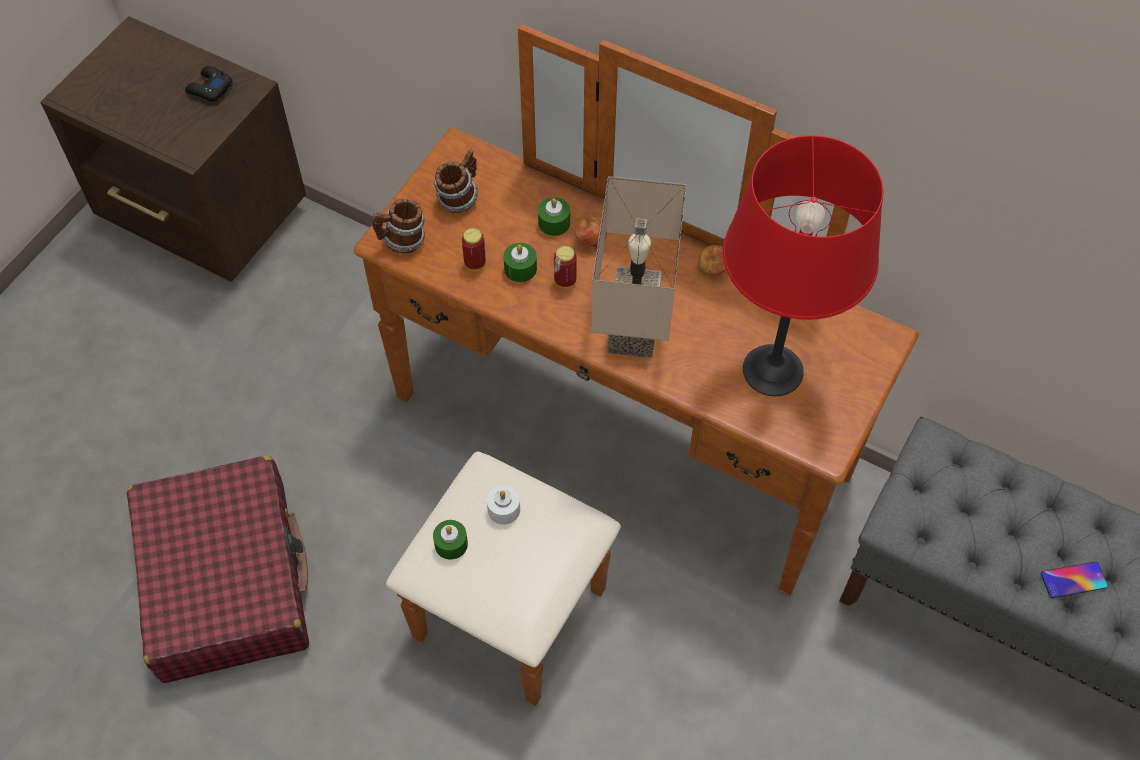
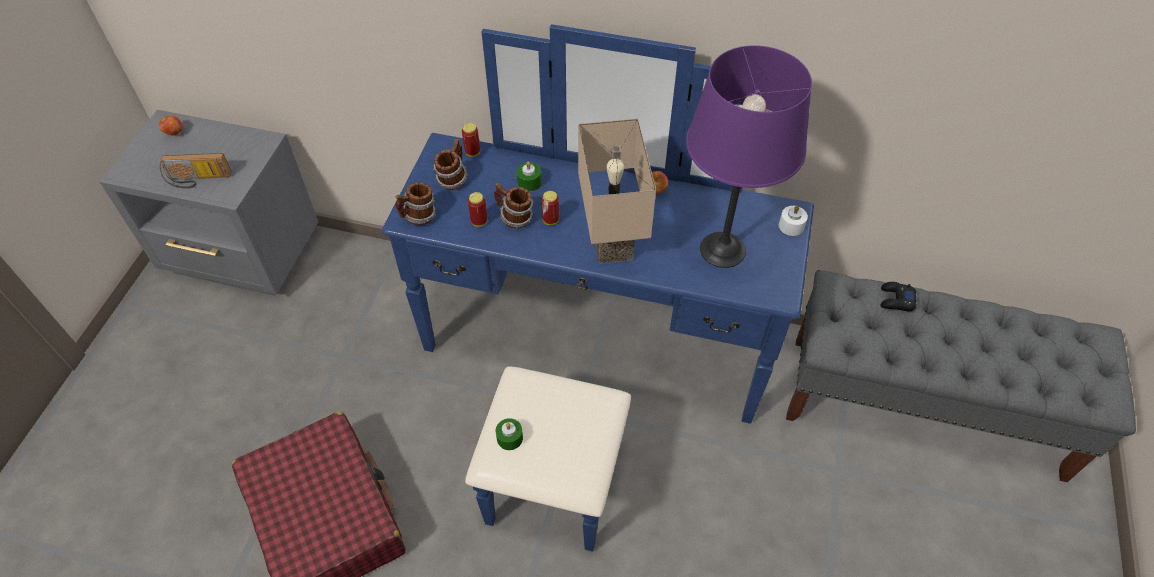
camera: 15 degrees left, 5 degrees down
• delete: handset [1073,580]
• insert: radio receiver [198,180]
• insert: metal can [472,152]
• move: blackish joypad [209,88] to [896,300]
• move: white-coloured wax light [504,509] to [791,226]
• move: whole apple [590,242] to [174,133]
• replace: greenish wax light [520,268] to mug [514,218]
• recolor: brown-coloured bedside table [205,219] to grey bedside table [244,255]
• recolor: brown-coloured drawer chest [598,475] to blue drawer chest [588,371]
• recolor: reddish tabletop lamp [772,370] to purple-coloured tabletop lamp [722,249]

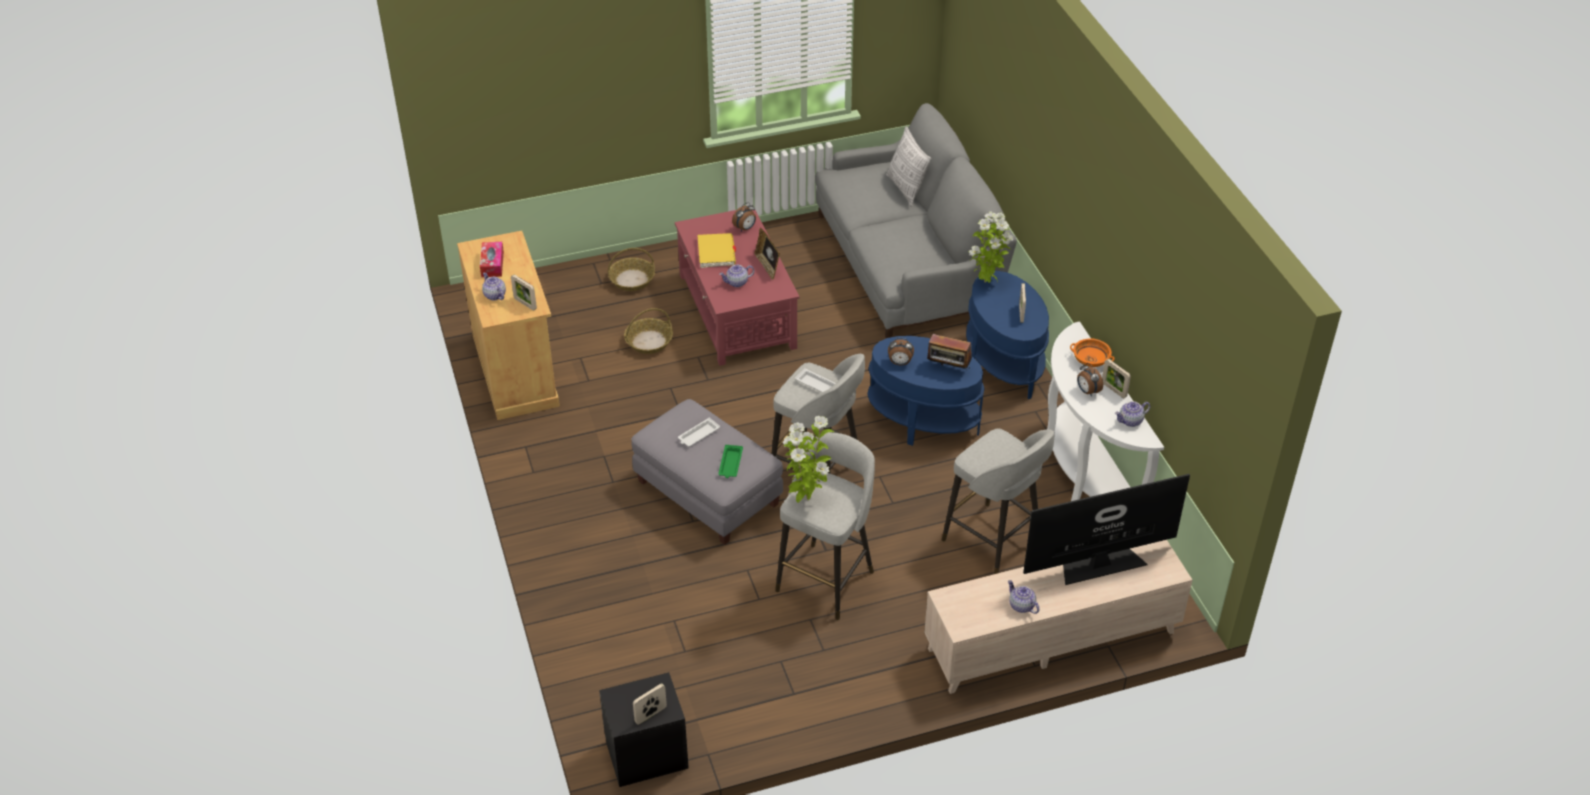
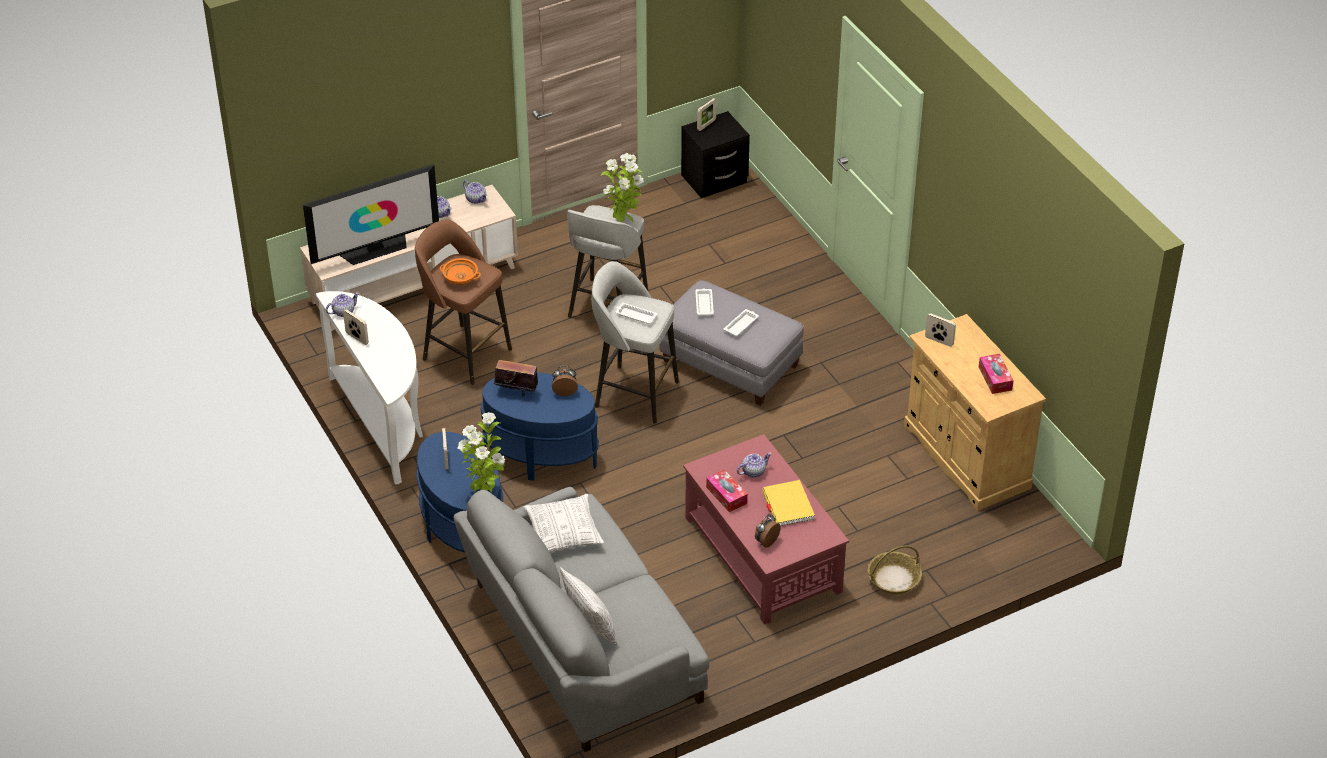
camera: 170 degrees right, 0 degrees up
• delete: household basket [649,341]
• delete: alarm clock [1087,391]
• insert: throw pillow [563,533]
• move: pot for tea [494,295] to [476,199]
• move: orangey bowl [1091,360] to [460,278]
• replace: standing frame [767,266] to box of tissues [726,495]
• recolor: greenish tray [730,464] to white-coloured tray [704,304]
• recolor: grey stool seat [993,542] to brown-coloured stool seat [465,353]

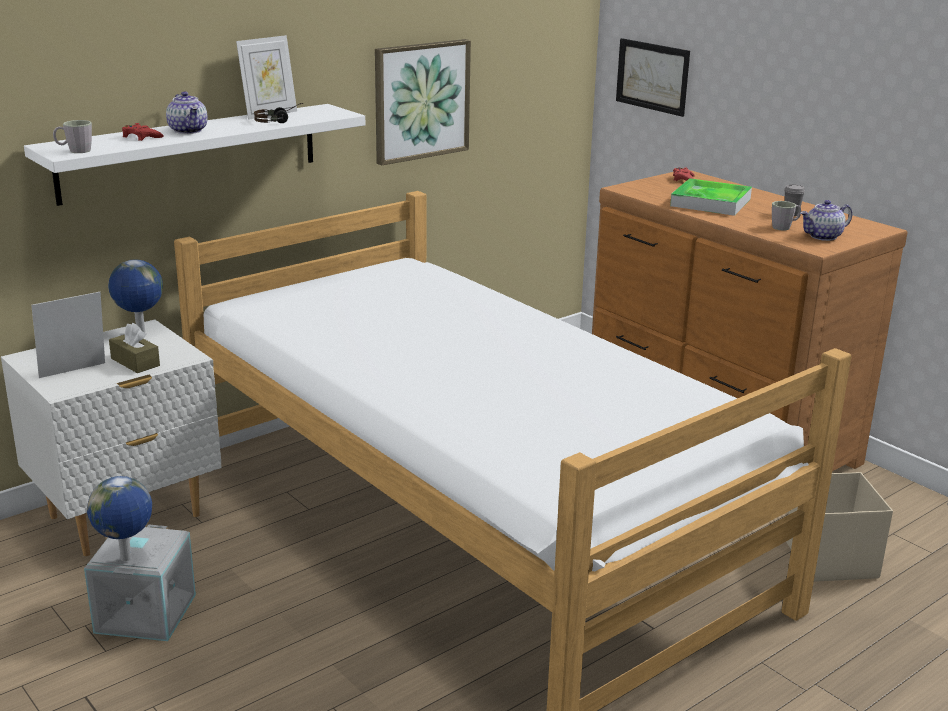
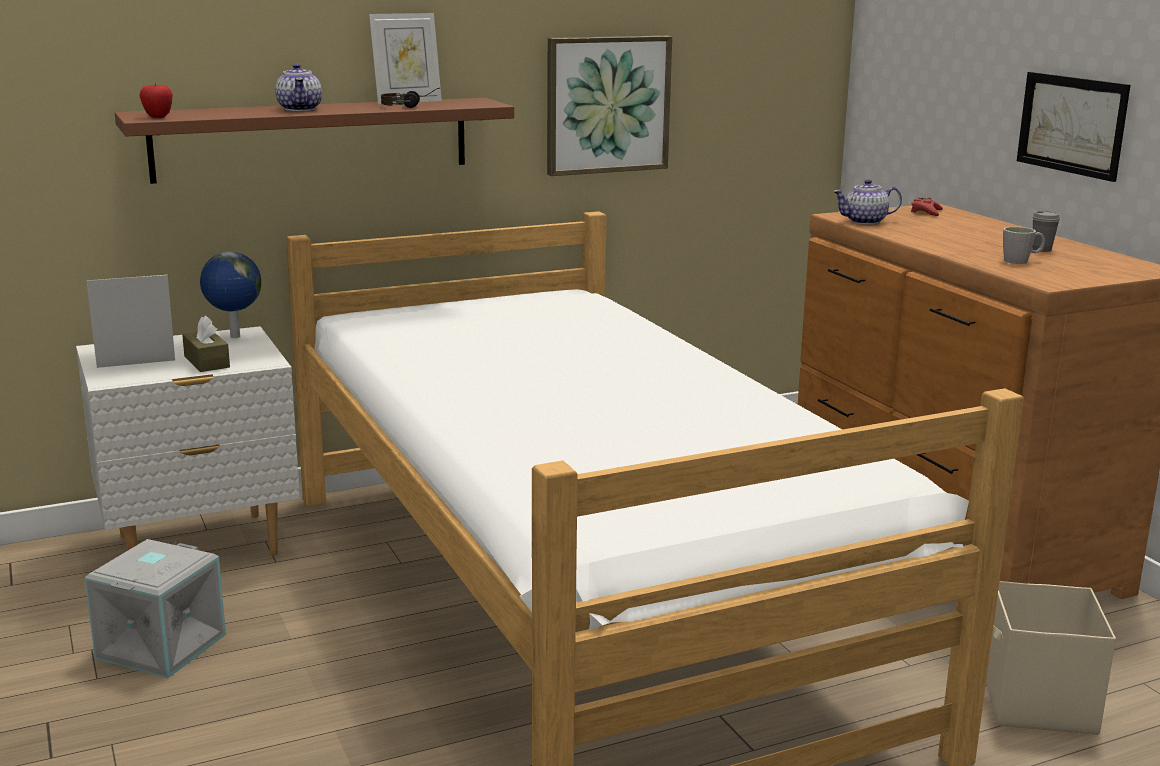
camera: 15 degrees right, 5 degrees down
• delete: globe [127,558]
• delete: reddish joypad [141,137]
• delete: tray [710,202]
• move: picture [652,76] to [1071,124]
• move: pot for tea [823,236] to [865,221]
• replace: grey mug [75,151] to whole apple [158,117]
• recolor: white-coloured shelf [190,152] to brown-coloured shelf [312,139]

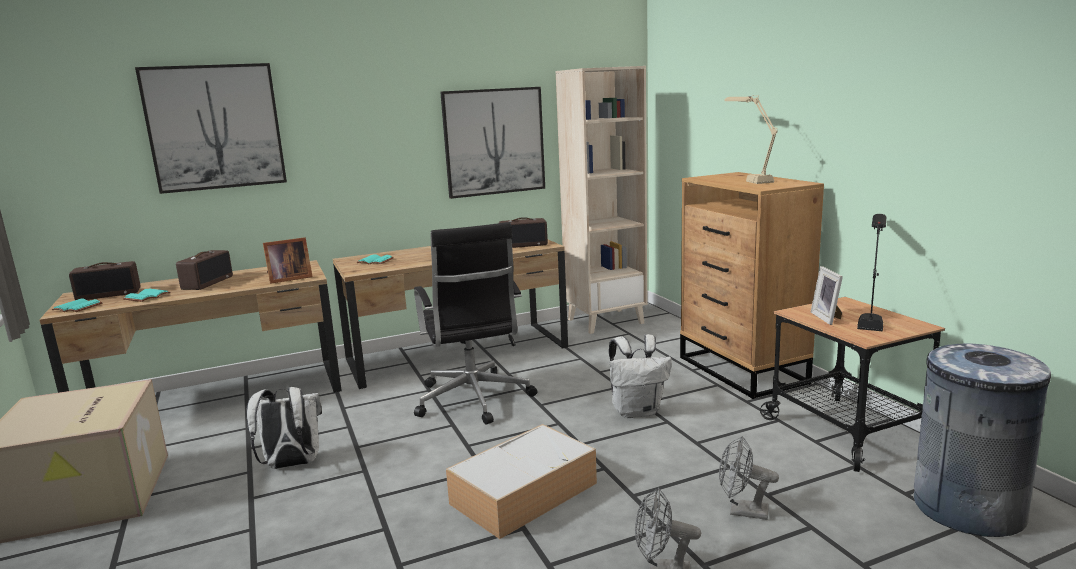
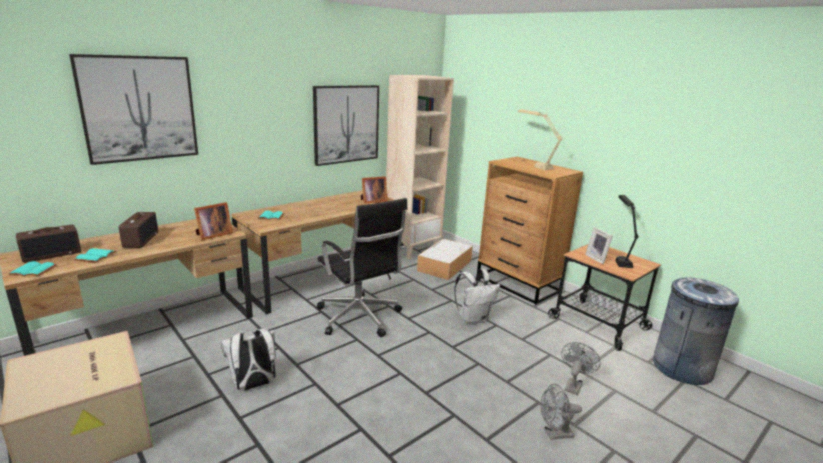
camera: 20 degrees left, 5 degrees up
• move: storage bin [525,492] to [445,265]
• replace: radio receiver [524,244] to standing frame [372,201]
• rotate: grey electric fan [742,511] = [574,385] 120 degrees clockwise

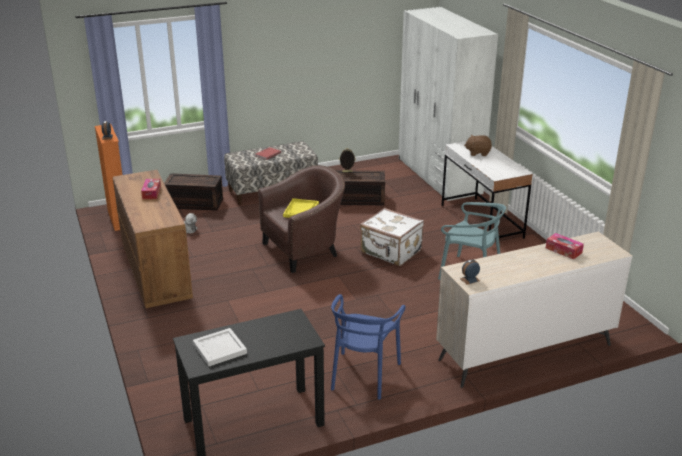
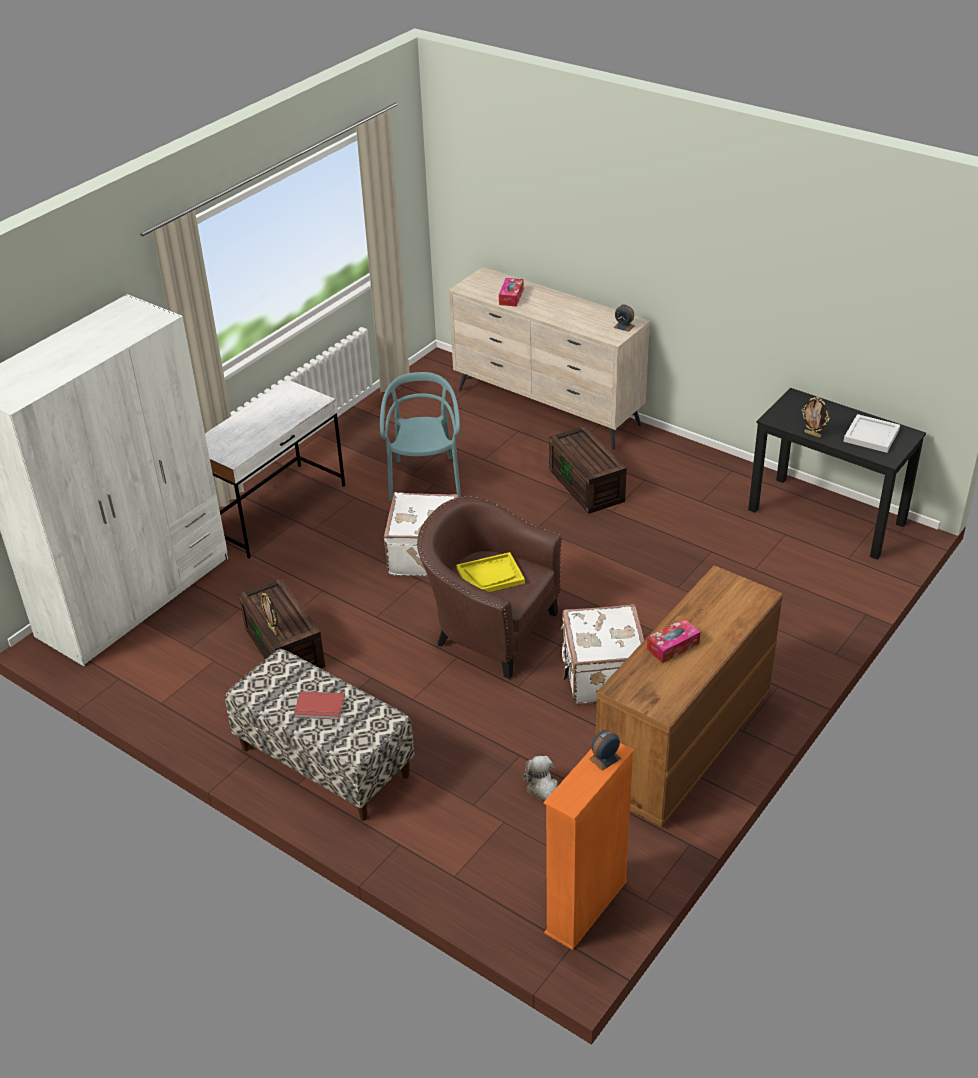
camera: 120 degrees left, 10 degrees up
• delete: blue chair [363,375]
• delete: brown-coloured cuddly toy [478,153]
• insert: white-coloured suitcase [602,675]
• insert: standing frame [813,434]
• move: brown-coloured storage bin [193,203] to [588,486]

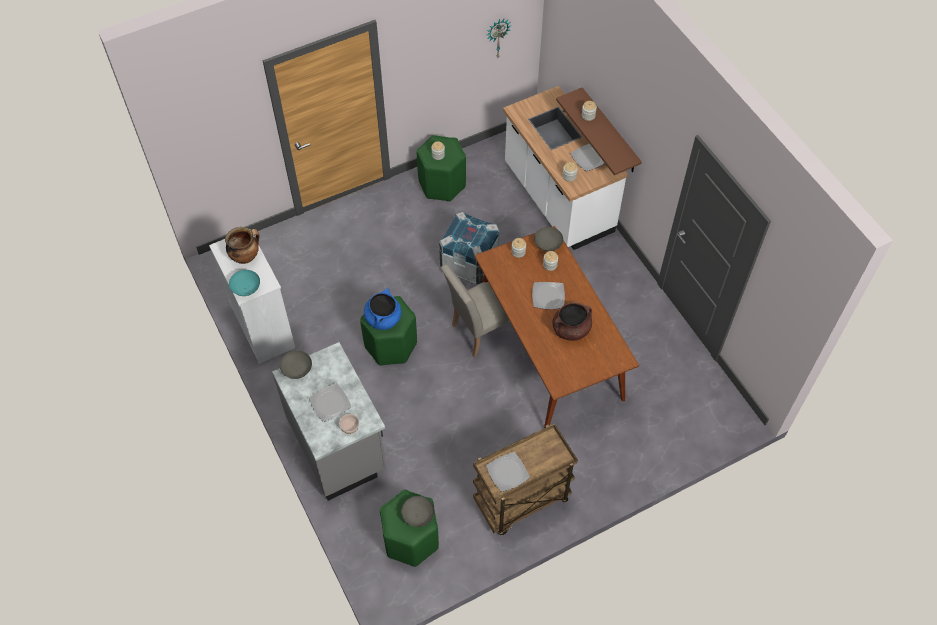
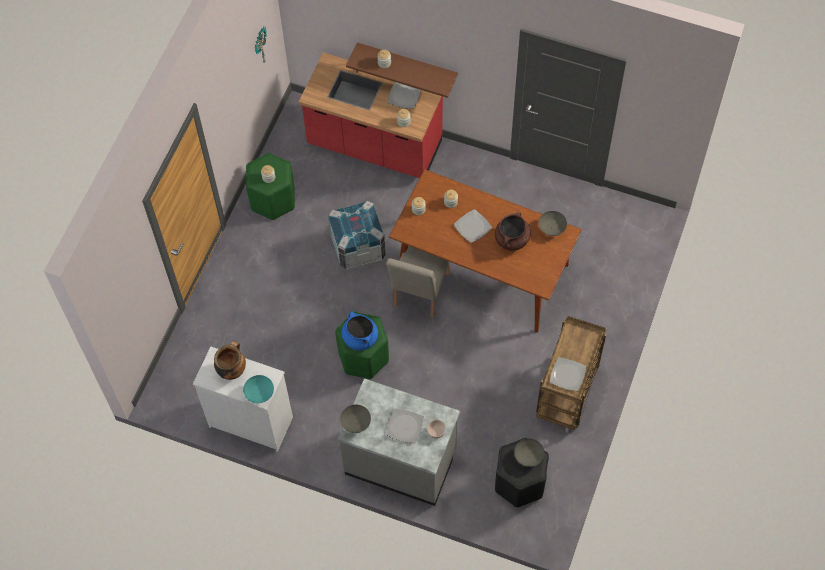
camera: 40 degrees left, 5 degrees up
• move: grey bowl [548,244] to [551,228]
• recolor: greenish stool seat [410,539] to blackish stool seat [519,482]
• recolor: white-coloured kitchen counter [557,199] to reddish kitchen counter [374,145]

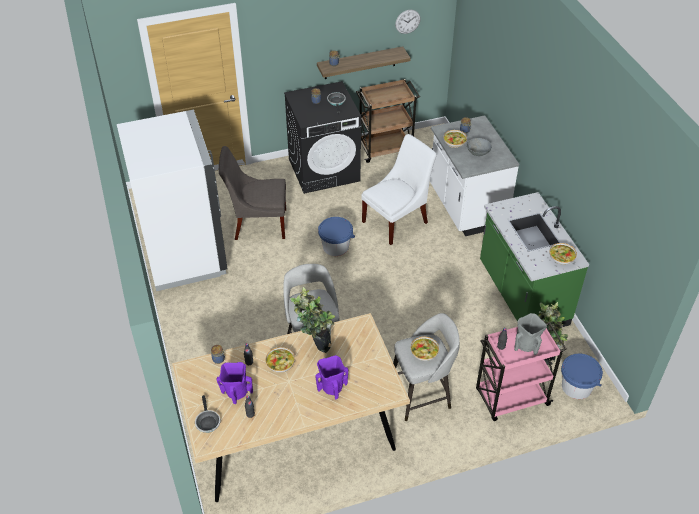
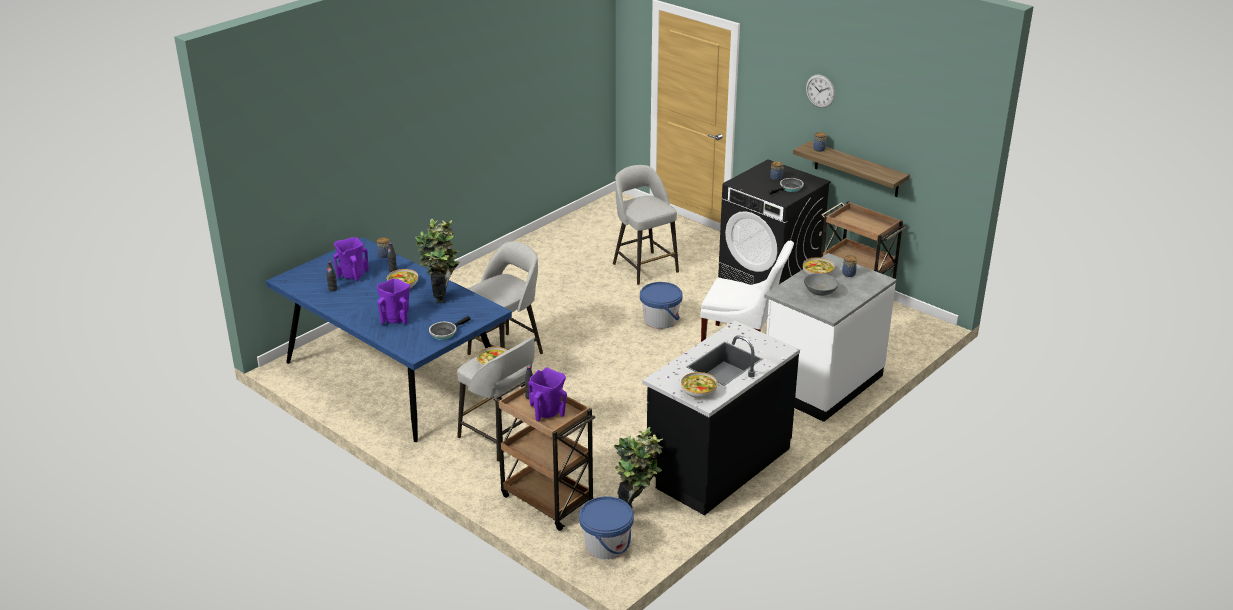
camera: 60 degrees right, 15 degrees down
• delete: white-coloured refrigerator [184,254]
• move: pan [207,421] to [445,332]
• move: wall clock [407,21] to [820,91]
• replace: grey chair [257,223] to grey stool seat [644,267]
• recolor: sand-coloured dining table [292,431] to blue dining table [393,375]
• recolor: pinkish wheeled cart [511,398] to brown-coloured wheeled cart [546,499]
• recolor: greenish kitchen counter [521,295] to blackish kitchen counter [717,464]
• recolor: grey vase [527,345] to purple-coloured vase [548,412]

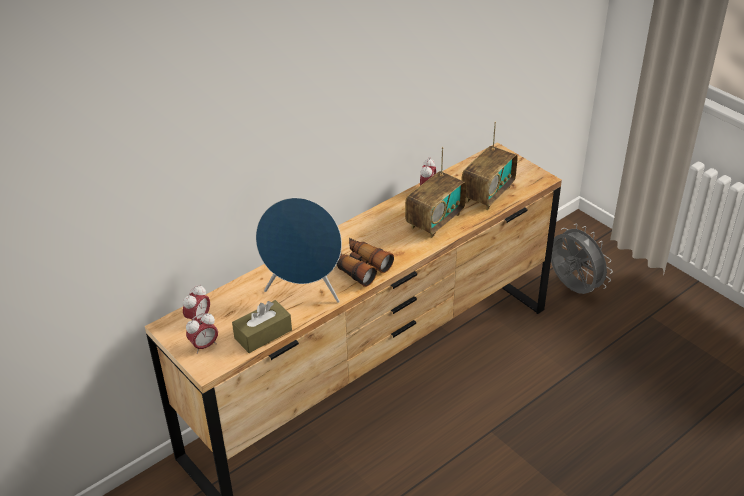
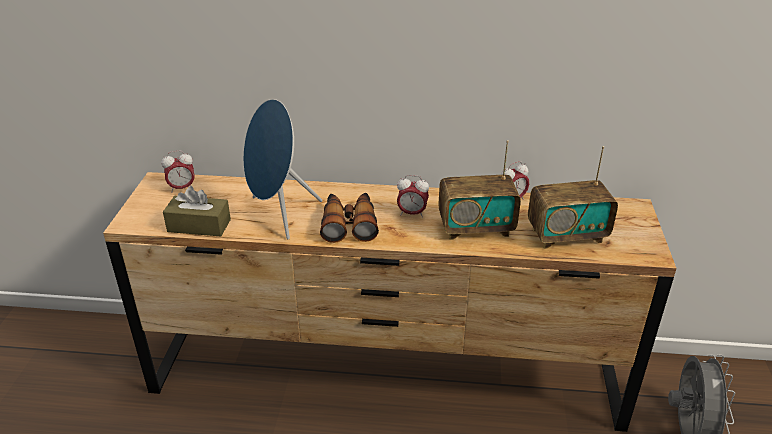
camera: 45 degrees right, 5 degrees down
• move: alarm clock [204,346] to [412,213]

